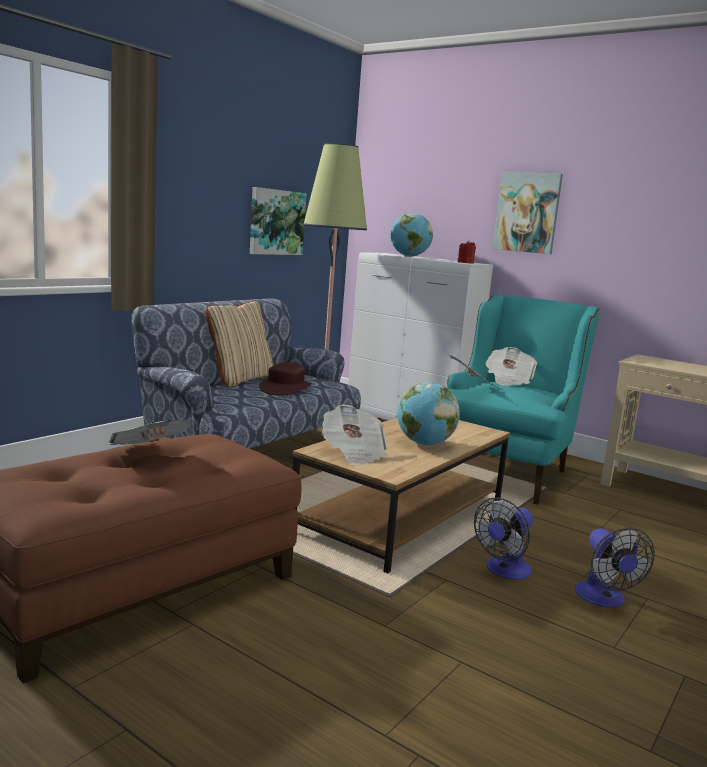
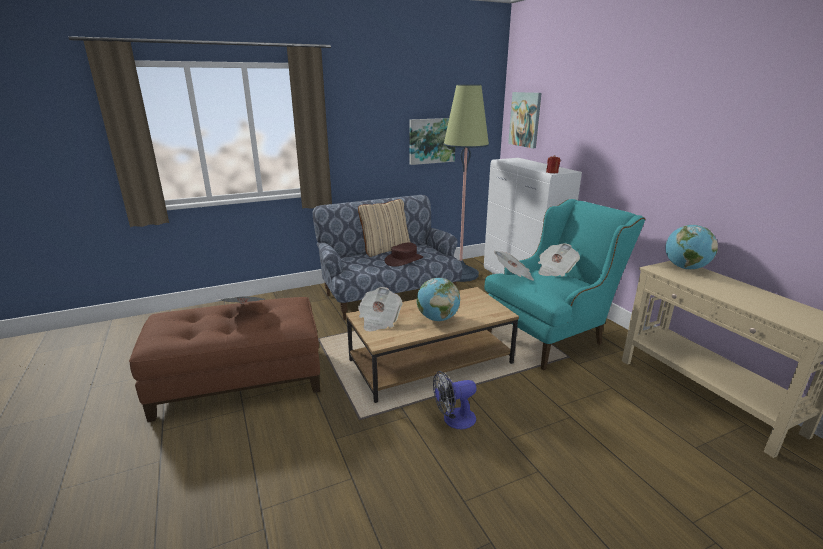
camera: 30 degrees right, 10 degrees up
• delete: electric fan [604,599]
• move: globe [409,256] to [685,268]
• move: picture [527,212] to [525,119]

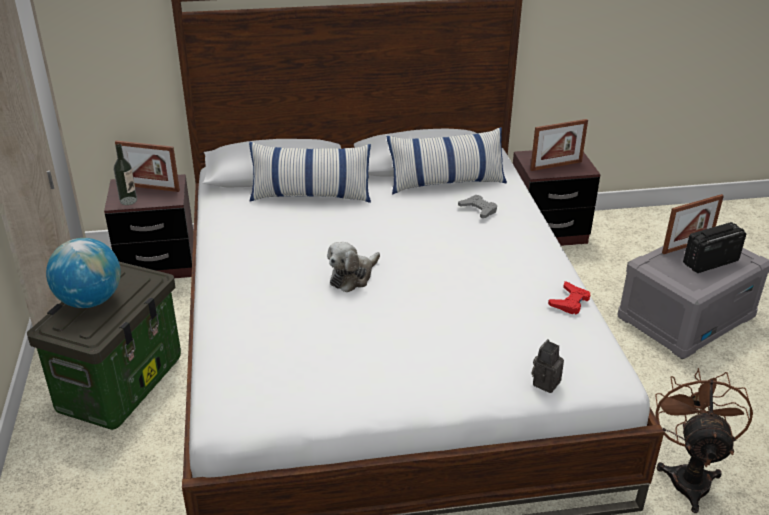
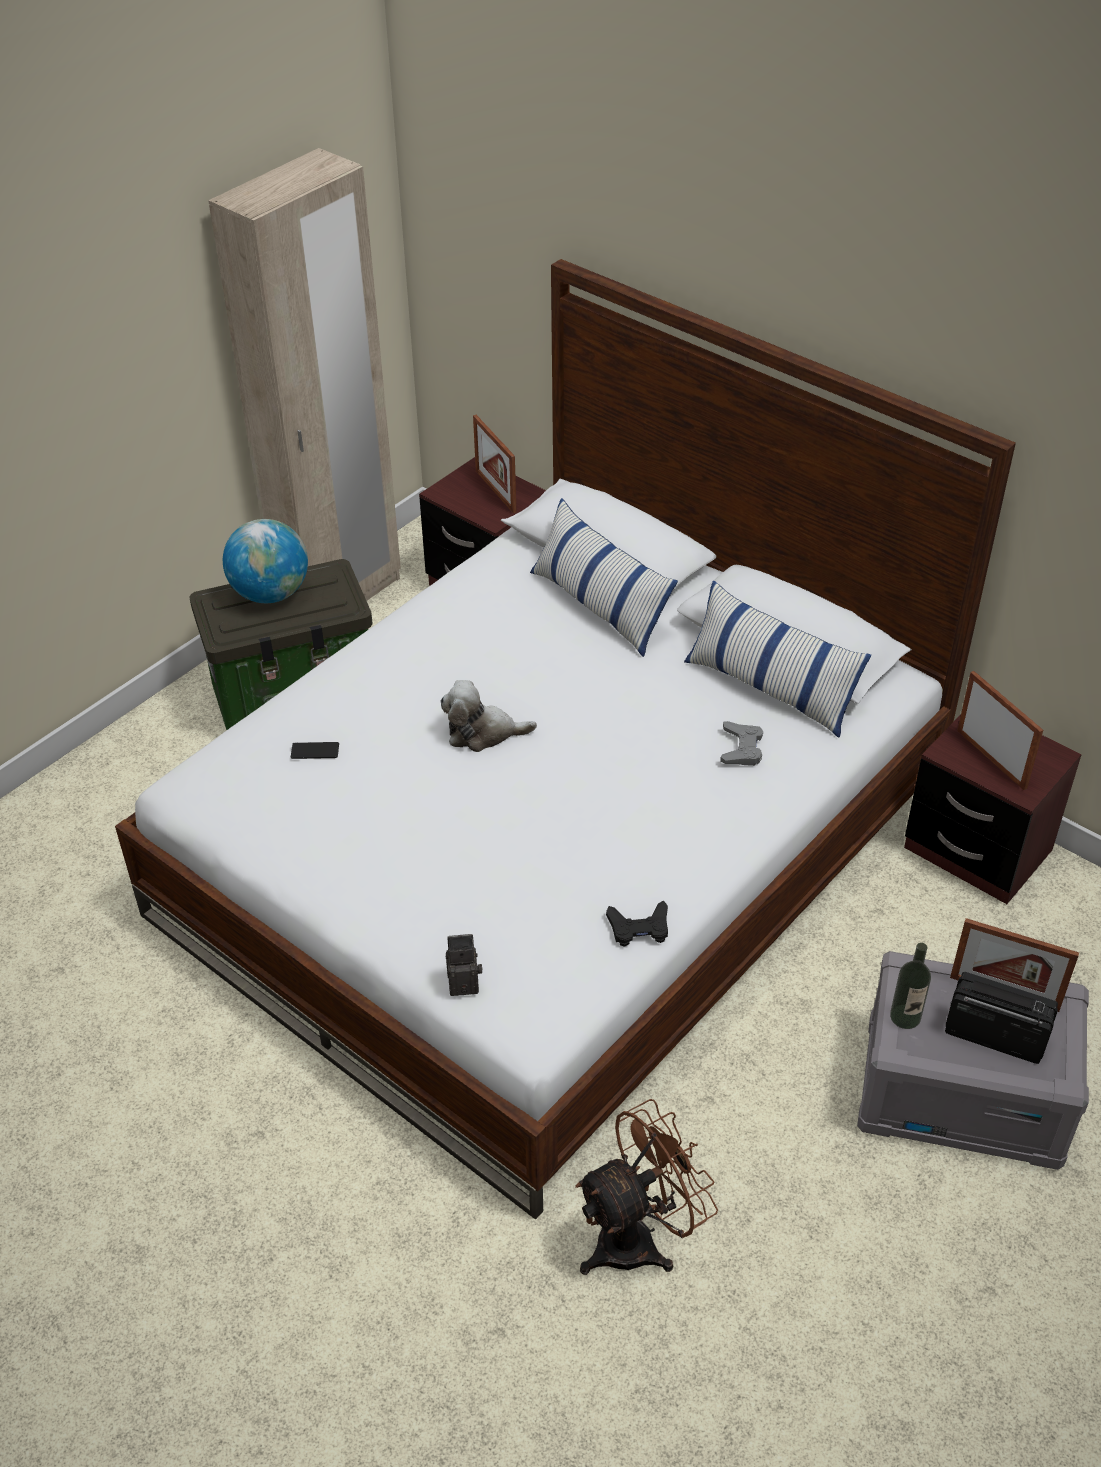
camera: 50 degrees right, 10 degrees up
• insert: handset [315,751]
• move: drink bottle [128,201] to [905,1016]
• recolor: reddish joypad [569,302] to blackish joypad [639,928]
• rotate: standing frame [556,166] = [991,759] 150 degrees counterclockwise

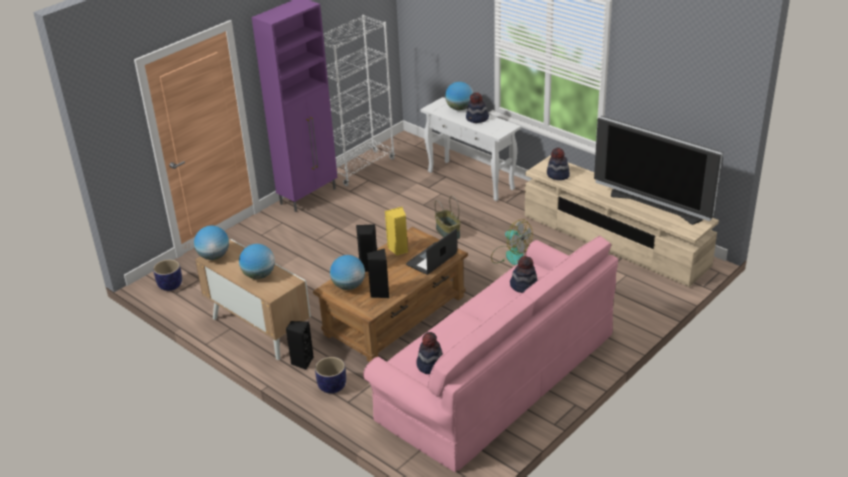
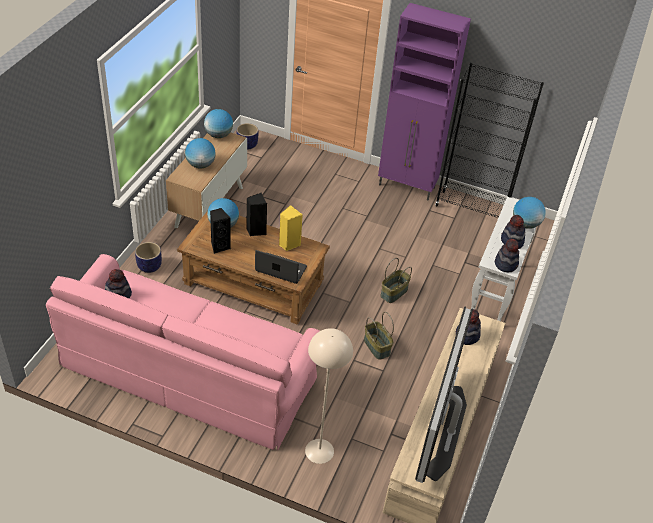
camera: 65 degrees right, 10 degrees up
• delete: blackish loudspeaker [302,362]
• insert: sand-coloured standard lamp [319,451]
• move: hat [524,286] to [506,264]
• replace: electric fan [510,255] to household basket [377,347]
• recolor: white-coloured bookcase [361,168] to blackish bookcase [471,208]

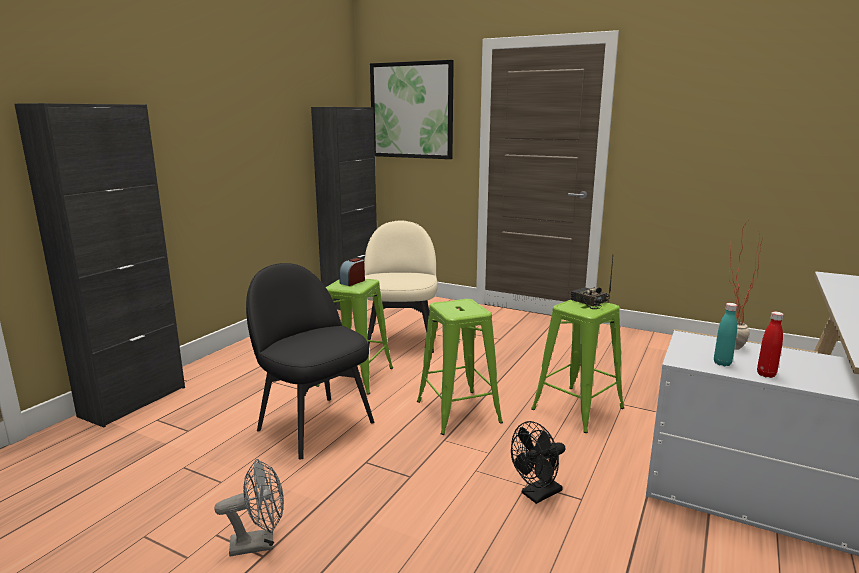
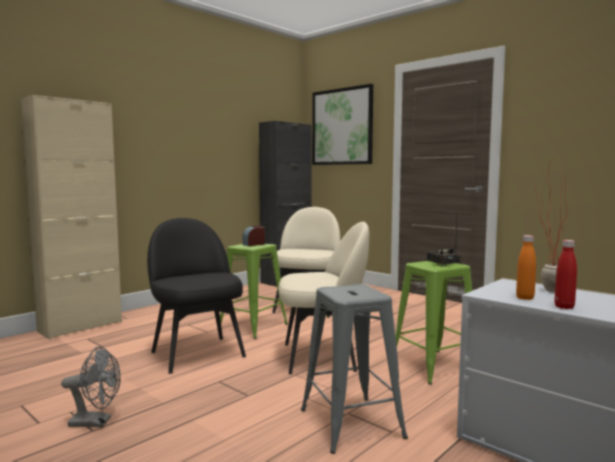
camera: 15 degrees right, 10 degrees down
• replace: greenish stool seat [458,411] to sand-coloured chair [321,357]
• replace: blackish electric fan [537,495] to grey stool seat [351,423]
• recolor: blackish cupboard [133,401] to sand-coloured cupboard [80,326]
• recolor: turquoise-coloured drink bottle [722,363] to orangey drink bottle [525,298]

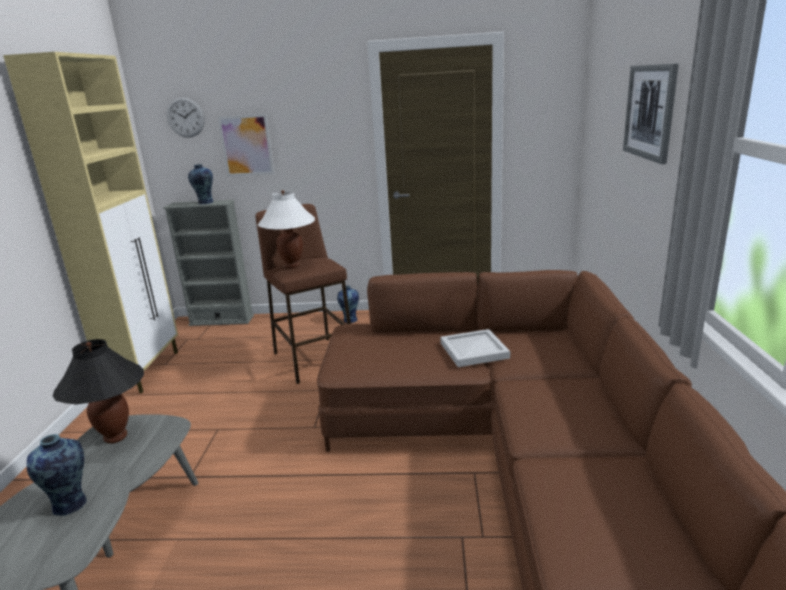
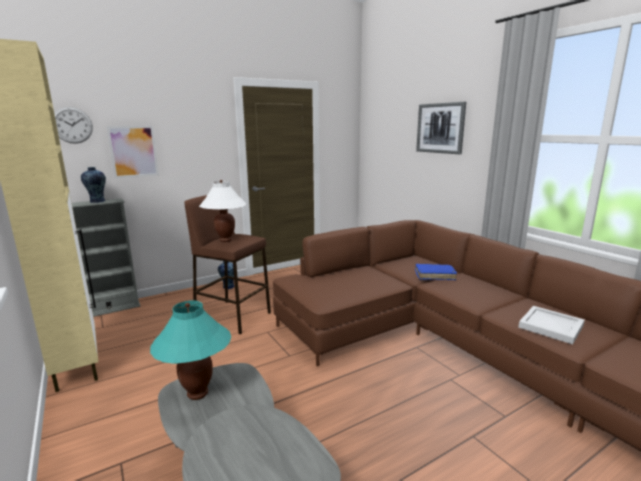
camera: 35 degrees left, 5 degrees down
• delete: vase [71,504]
• insert: blue book [434,276]
• move: white-coloured tray [474,350] to [550,326]
• recolor: blackish tabletop lamp [116,437] to turquoise-coloured tabletop lamp [198,393]

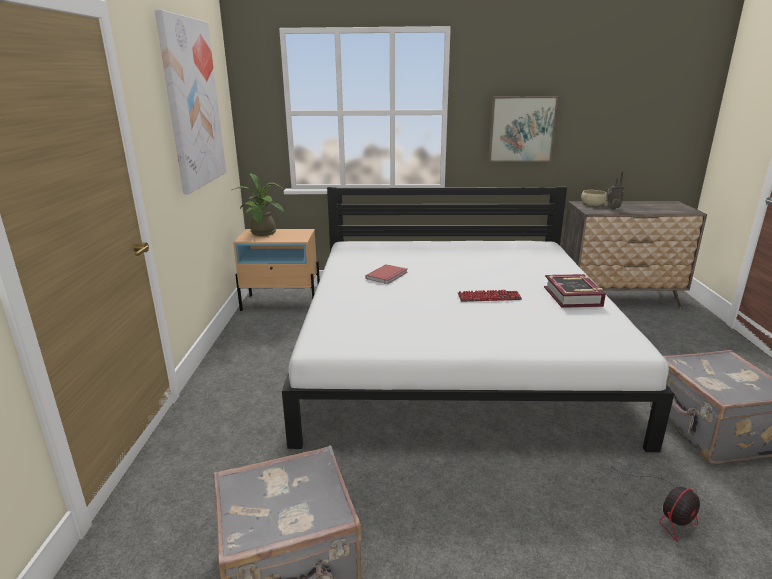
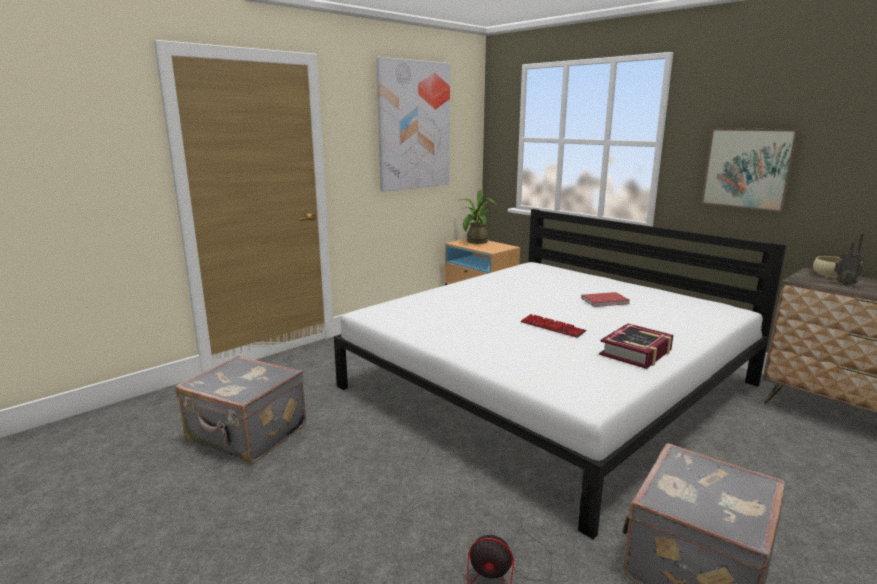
camera: 45 degrees right, 5 degrees down
• move: reddish book [388,275] to [606,301]

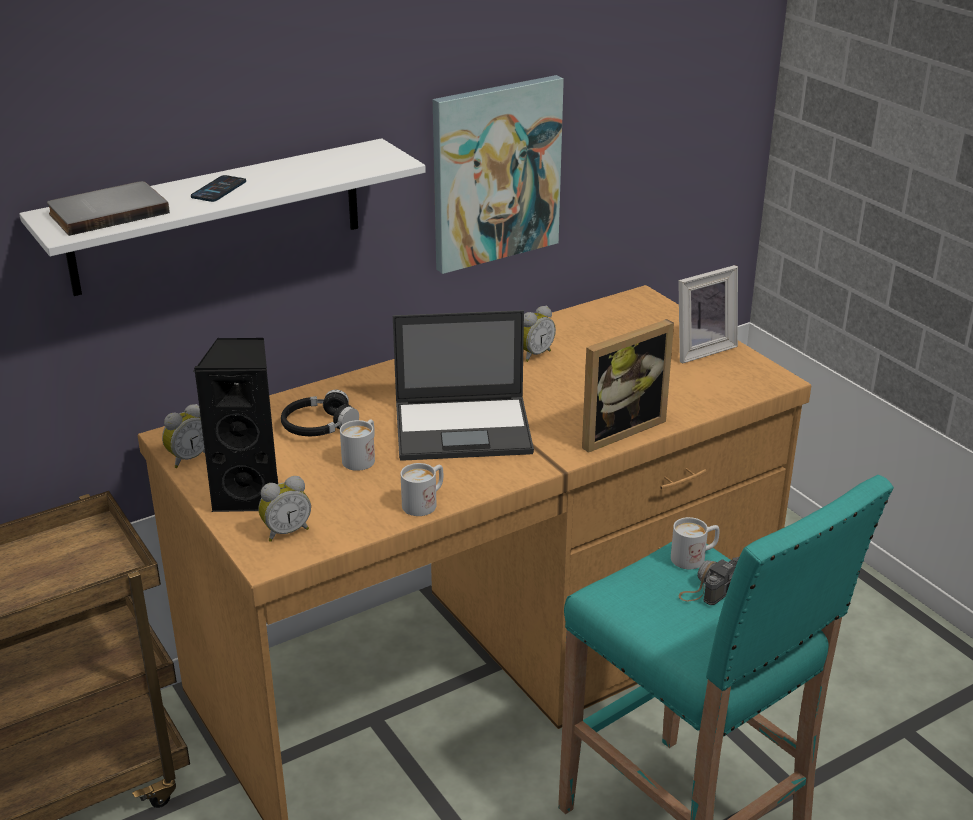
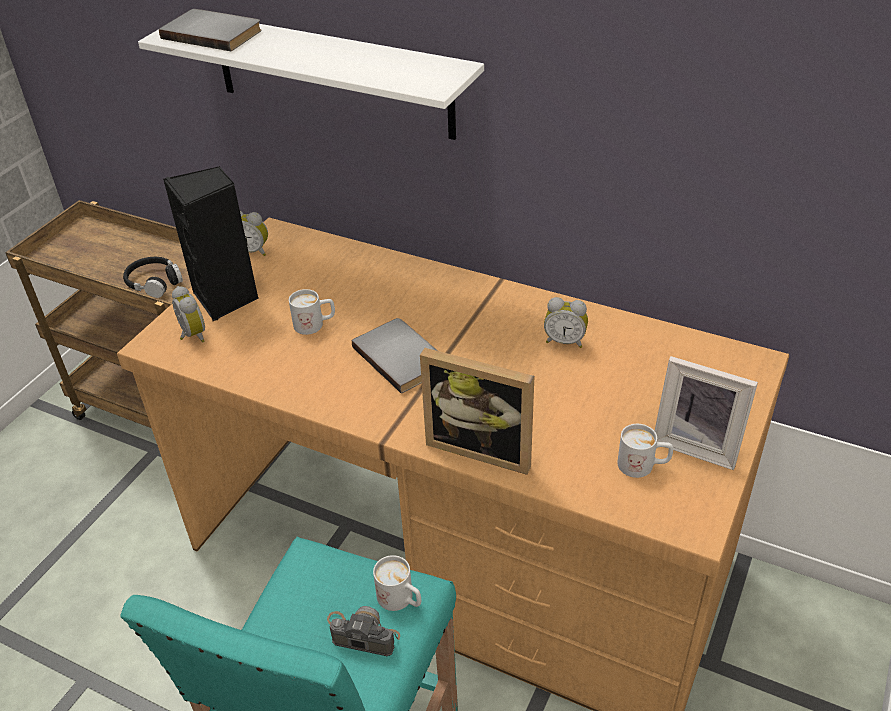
camera: 60 degrees right, 10 degrees up
• delete: handset [219,190]
• delete: picture [495,173]
• move: blackish headset [319,426] to [154,282]
• move: white-coloured mug [425,502] to [643,465]
• replace: laptop [465,428] to grey book [402,356]
• rotate: alarm clock [286,531] = [191,335] 150 degrees counterclockwise

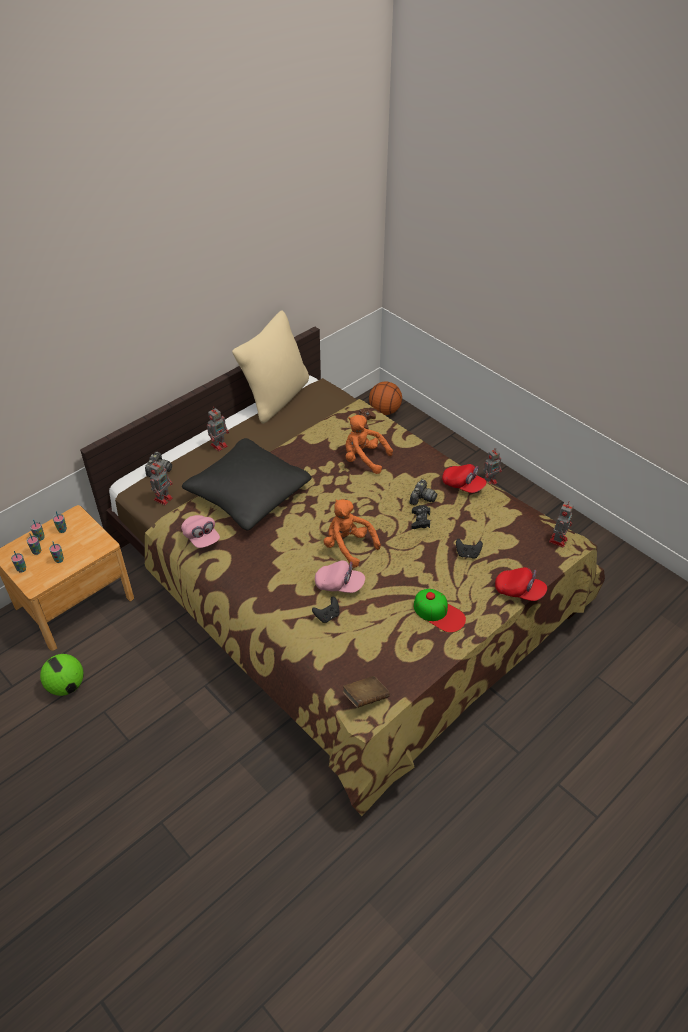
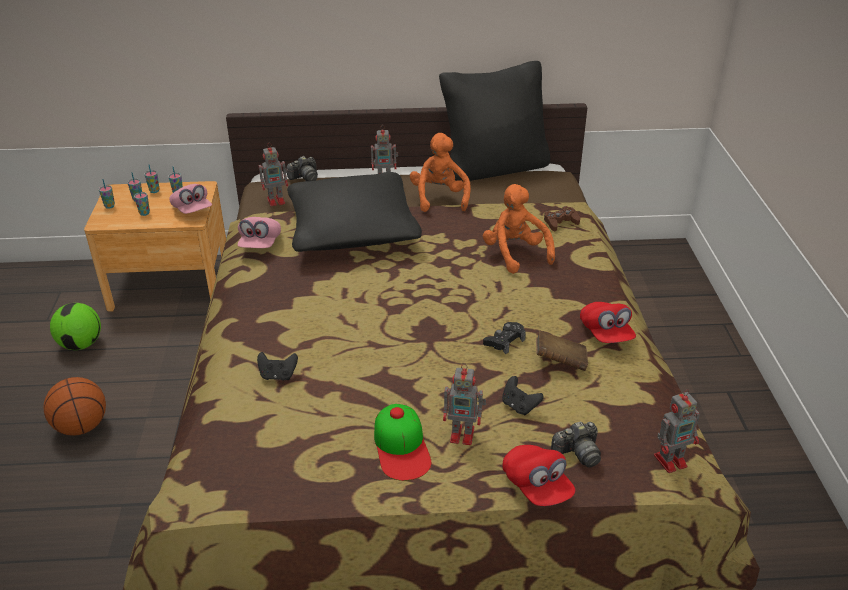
camera: 40 degrees right, 10 degrees down
• move: pinkish cap [339,585] to [192,210]
• move: orangey cuddly toy [348,546] to [439,198]
• move: brown-coloured book [365,697] to [560,361]
• move: ball for basketball [385,411] to [82,427]
• move: photo camera [422,498] to [577,453]
• move: robot figure [490,481] to [464,435]
• recolor: sand-coloured throw pillow [275,398] to blackish throw pillow [494,168]

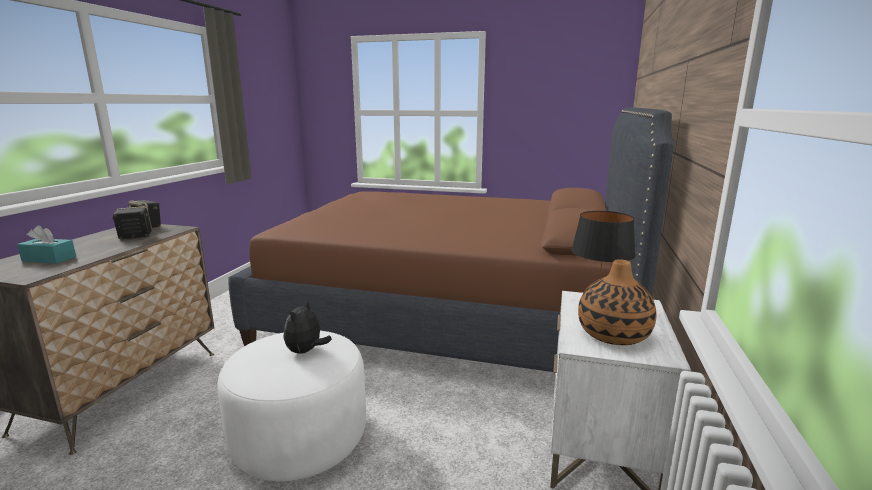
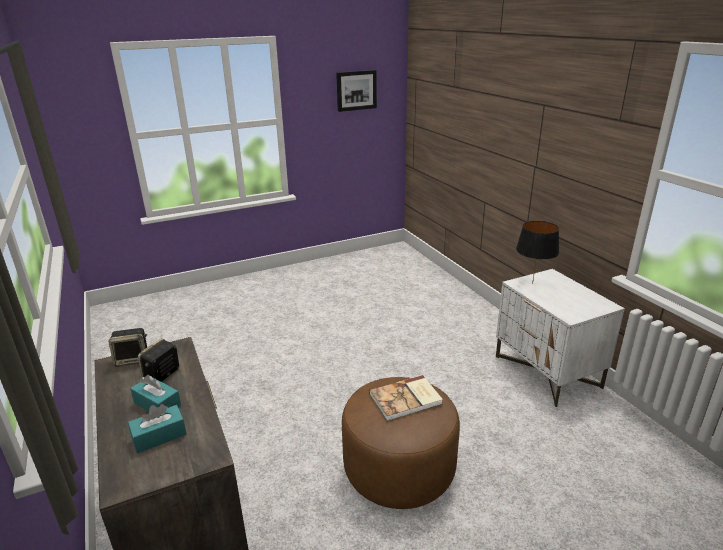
camera: 40 degrees left, 10 degrees up
• delete: brown-coloured bedroom bed [451,313]
• delete: vase [613,334]
• insert: turquoise-coloured box of tissues [157,404]
• insert: picture [356,90]
• replace: cuddly toy [306,351] to book [406,399]
• recolor: white-coloured pouffe [300,439] to brown-coloured pouffe [399,469]

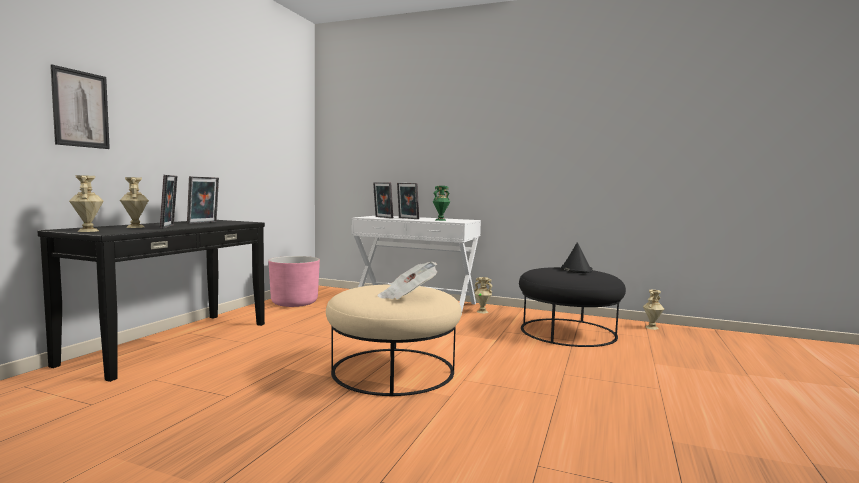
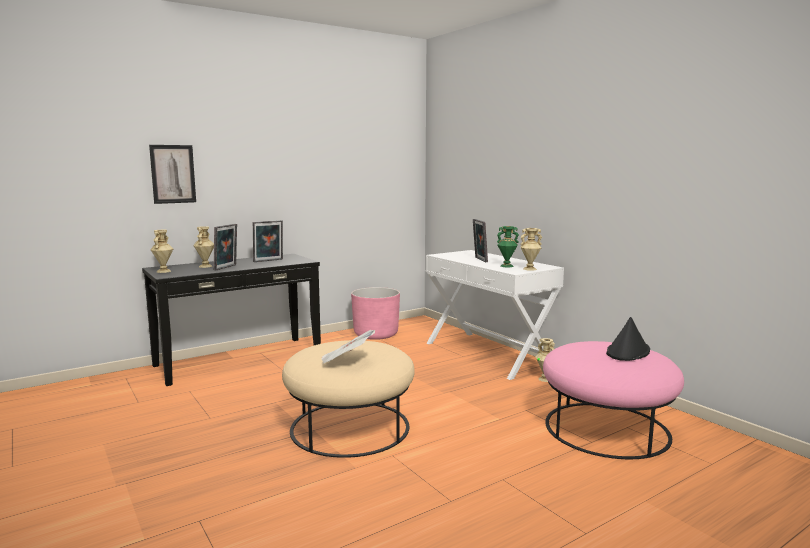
camera: 35 degrees right, 5 degrees up
• delete: standing frame [382,217]
• move: sand-coloured vase [652,327] to [529,269]
• recolor: blackish pouffe [568,331] to pinkish pouffe [607,428]

